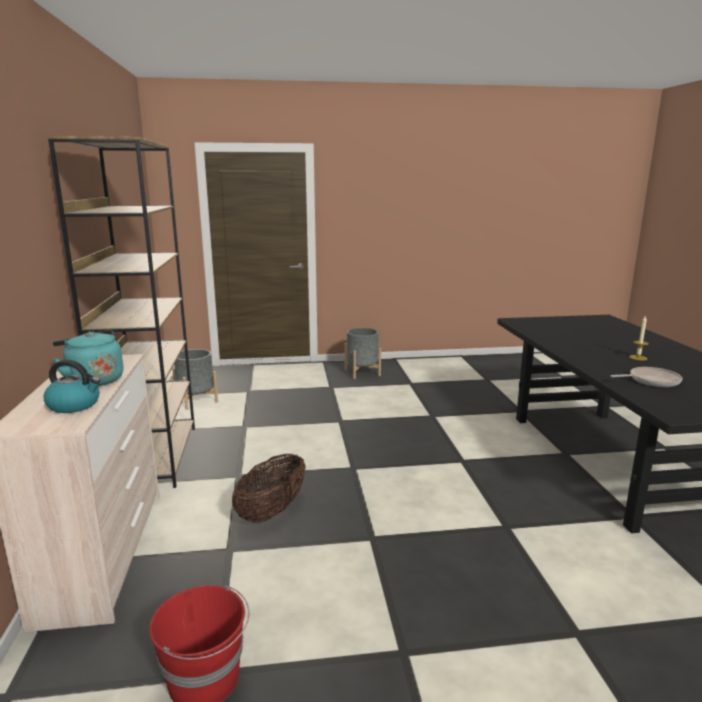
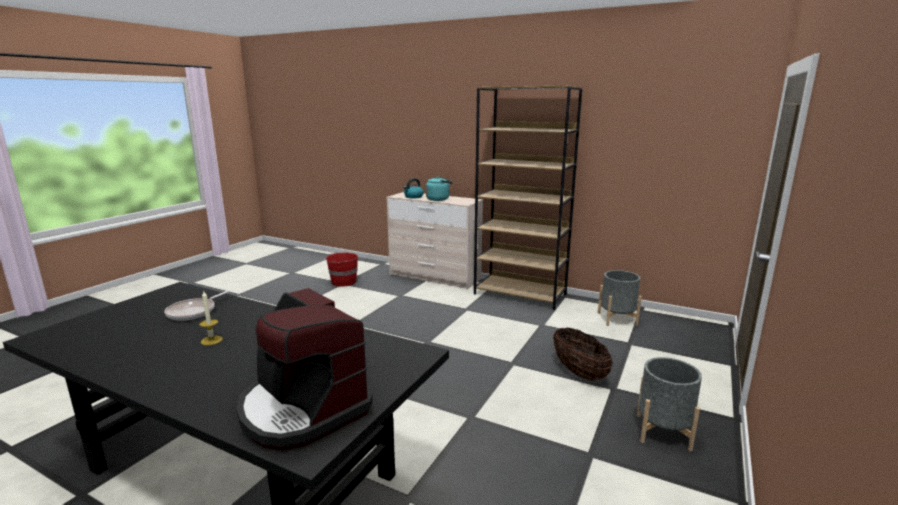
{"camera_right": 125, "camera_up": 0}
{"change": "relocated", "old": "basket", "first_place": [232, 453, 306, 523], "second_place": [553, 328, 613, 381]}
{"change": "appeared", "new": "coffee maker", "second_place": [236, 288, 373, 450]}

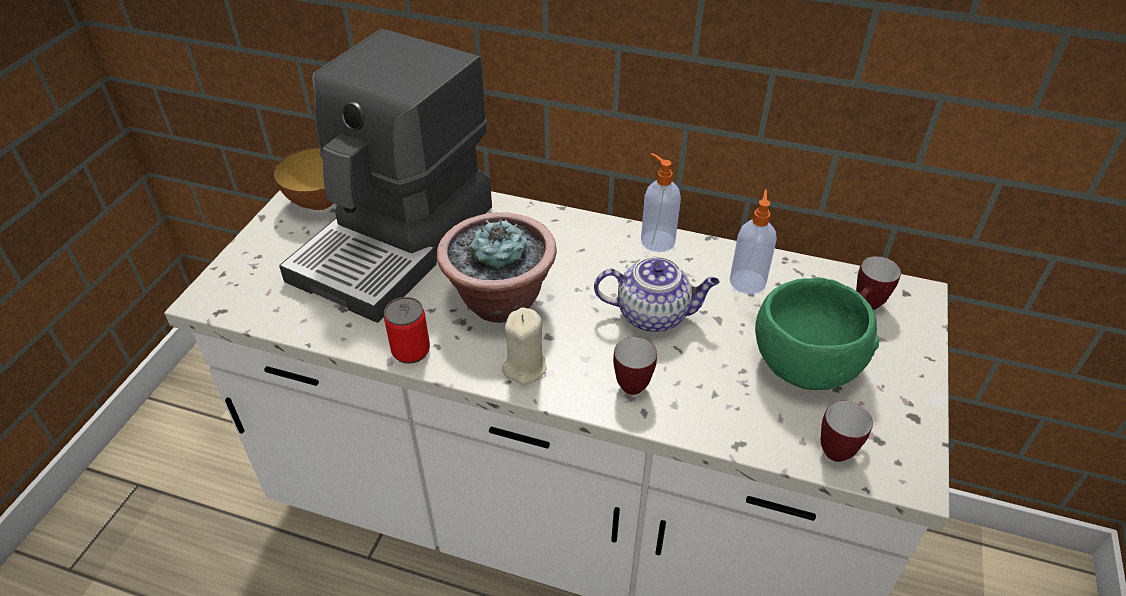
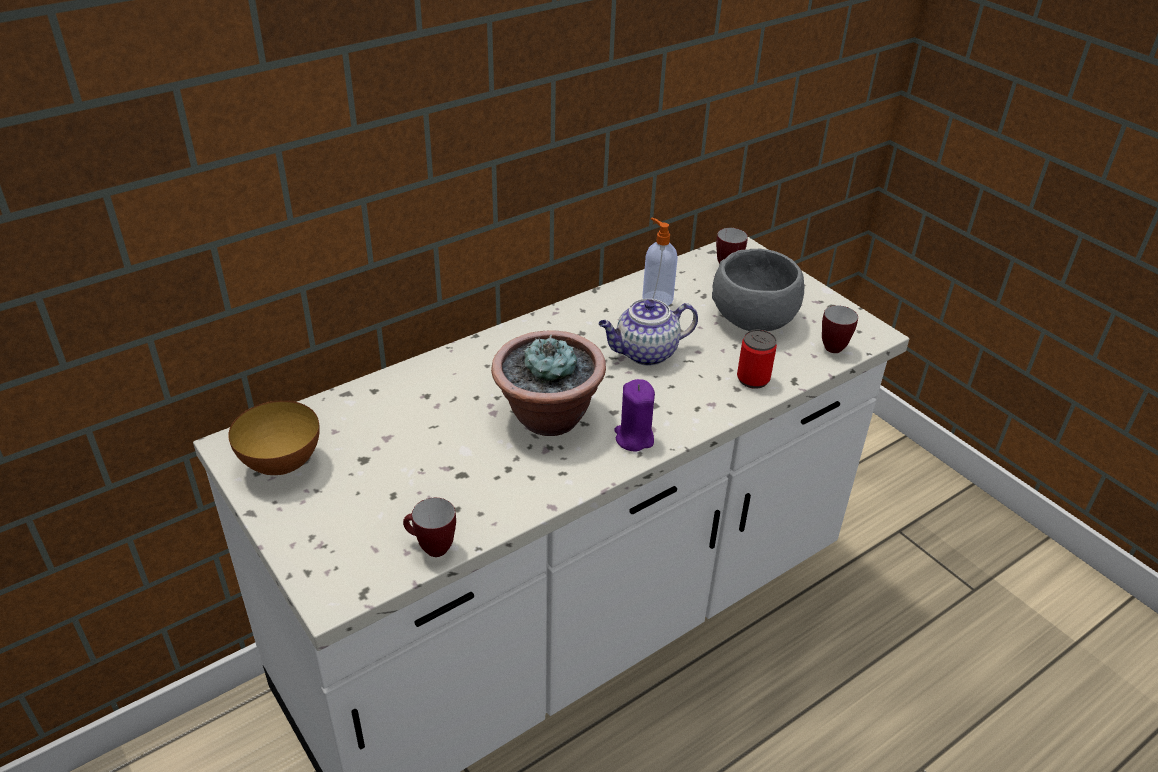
{"camera_right": -55, "camera_up": -5}
{"change": "missing", "old": "coffee maker", "first_place": [279, 29, 492, 323]}
{"change": "relocated", "old": "metal can", "first_place": [384, 297, 430, 364], "second_place": [737, 330, 777, 389]}
{"change": "colour", "old": "beige wax light", "new": "purplish wax light", "first_place": [502, 307, 547, 385], "second_place": [614, 379, 655, 452]}
{"change": "spun", "old": "teapot", "first_place": [594, 257, 720, 332], "second_place": [598, 299, 698, 366], "degrees": -150}
{"change": "relocated", "old": "coffee mug", "first_place": [613, 337, 657, 395], "second_place": [403, 498, 456, 557]}
{"change": "missing", "old": "soap dispenser", "first_place": [641, 153, 681, 252]}
{"change": "colour", "old": "greenish serving bowl", "new": "gray serving bowl", "first_place": [755, 277, 880, 390], "second_place": [712, 248, 805, 331]}

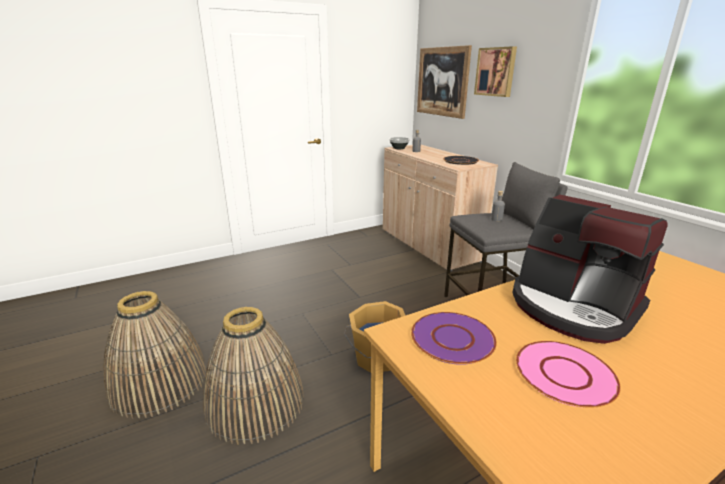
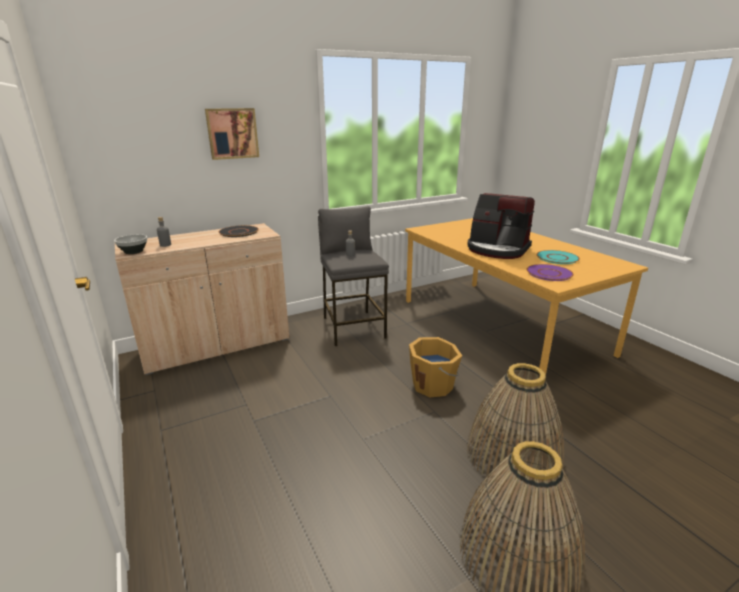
{"camera_right": -90, "camera_up": 0}
{"change": "missing", "old": "wall art", "first_place": [417, 45, 472, 119]}
{"change": "spun", "old": "coffee maker", "first_place": [513, 195, 668, 344], "second_place": [468, 193, 535, 259], "degrees": 75}
{"change": "colour", "old": "pink-coloured dinner plate", "new": "turquoise dinner plate", "first_place": [516, 341, 621, 408], "second_place": [536, 250, 580, 264]}

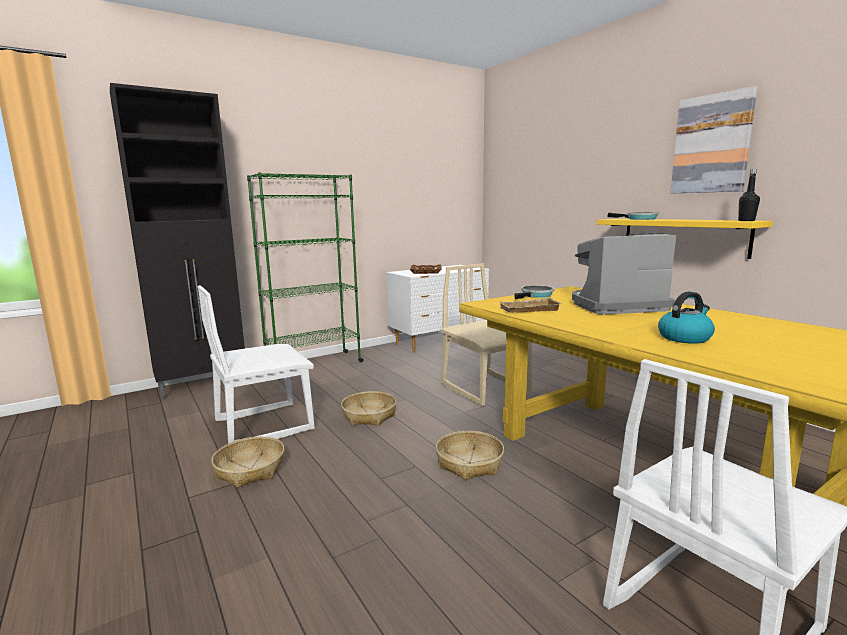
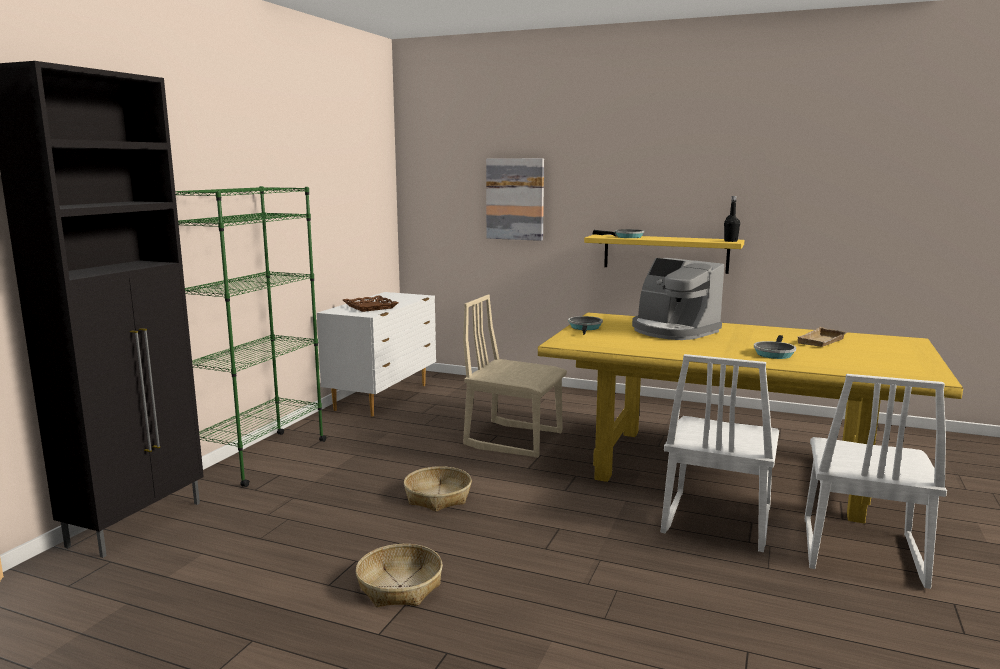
{"camera_right": -35, "camera_up": 0}
{"change": "relocated", "old": "white upright chair", "first_place": [198, 285, 315, 444], "second_place": [661, 354, 779, 552]}
{"change": "missing", "old": "basket", "first_place": [436, 431, 504, 480]}
{"change": "relocated", "old": "beige carrying tray", "first_place": [499, 297, 562, 313], "second_place": [796, 327, 848, 347]}
{"change": "spun", "old": "coffee maker", "first_place": [572, 233, 676, 315], "second_place": [632, 258, 724, 340], "degrees": -90}
{"change": "exchanged", "old": "kettle", "new": "pan", "first_place": [658, 292, 715, 344], "second_place": [754, 335, 796, 359]}
{"change": "relocated", "old": "wall art", "first_place": [670, 86, 757, 194], "second_place": [486, 158, 544, 241]}

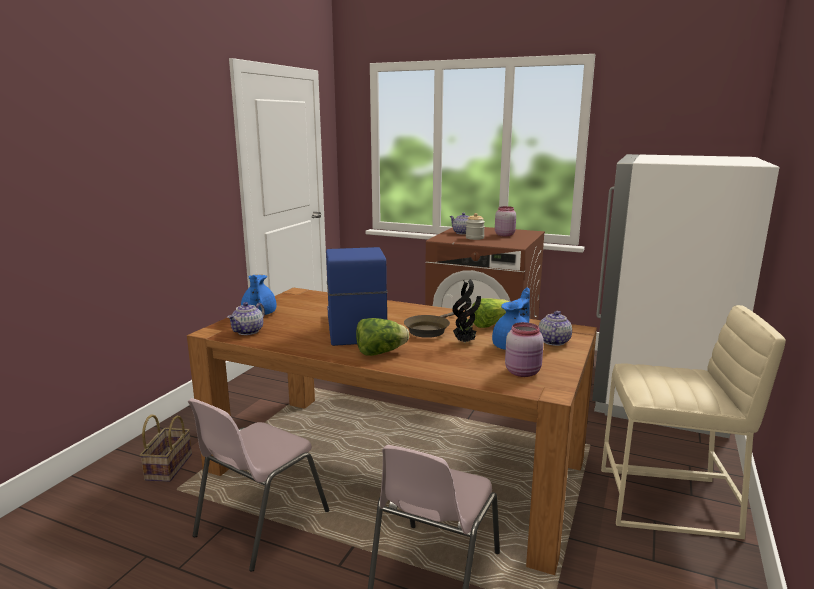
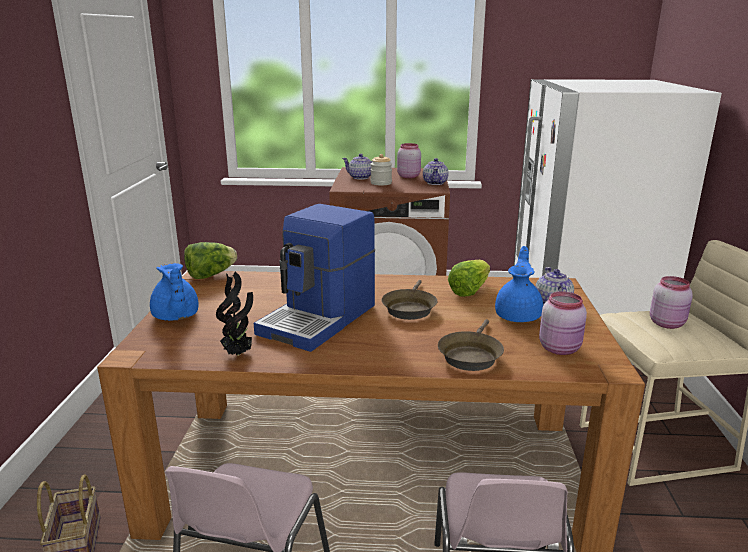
{"camera_right": -20, "camera_up": 5}
{"change": "relocated", "old": "teapot", "first_place": [227, 302, 265, 335], "second_place": [423, 158, 449, 185]}
{"change": "spun", "old": "coffee maker", "first_place": [326, 247, 388, 346], "second_place": [254, 204, 375, 352], "degrees": -120}
{"change": "relocated", "old": "lettuce head", "first_place": [356, 318, 409, 356], "second_place": [184, 242, 237, 279]}
{"change": "relocated", "old": "potted plant", "first_place": [453, 279, 481, 343], "second_place": [216, 271, 253, 356]}
{"change": "appeared", "new": "brown pan", "second_place": [438, 319, 504, 371]}
{"change": "appeared", "new": "pink-coloured jar", "second_place": [650, 276, 693, 329]}

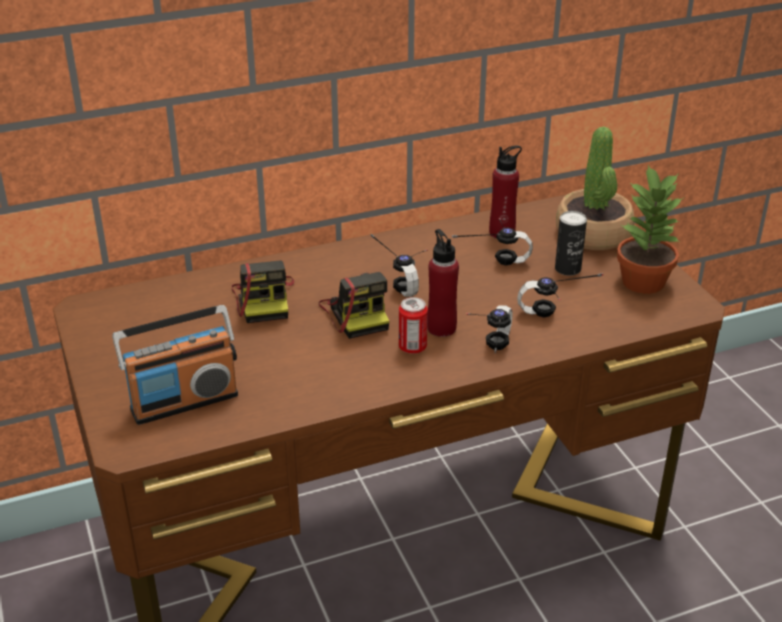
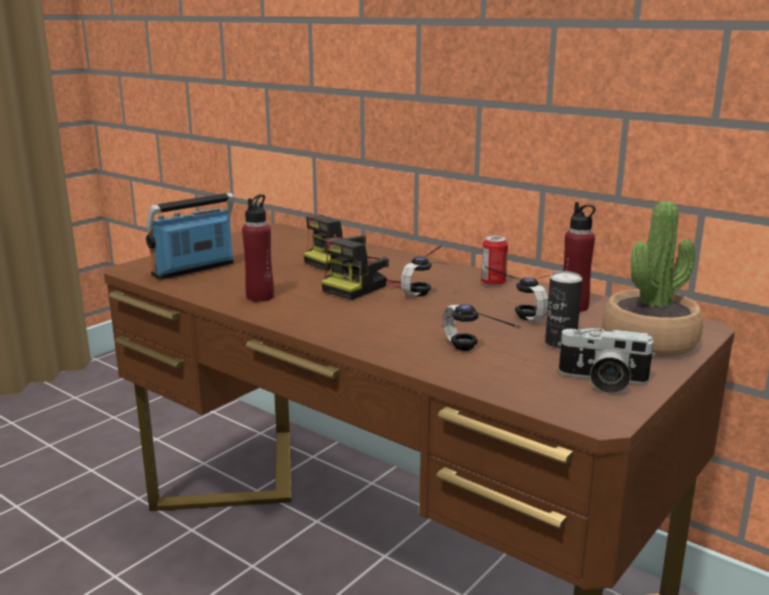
{"camera_right": 60, "camera_up": -15}
{"change": "spun", "old": "radio set", "first_place": [112, 305, 238, 425], "second_place": [146, 193, 235, 280], "degrees": 105}
{"change": "relocated", "old": "metal can", "first_place": [399, 297, 428, 354], "second_place": [481, 236, 508, 286]}
{"change": "relocated", "old": "red bottle", "first_place": [427, 229, 459, 337], "second_place": [242, 194, 274, 302]}
{"change": "missing", "old": "pair of headphones", "first_place": [466, 305, 513, 354]}
{"change": "exchanged", "old": "potted plant", "new": "still camera", "first_place": [617, 165, 683, 294], "second_place": [557, 328, 656, 393]}

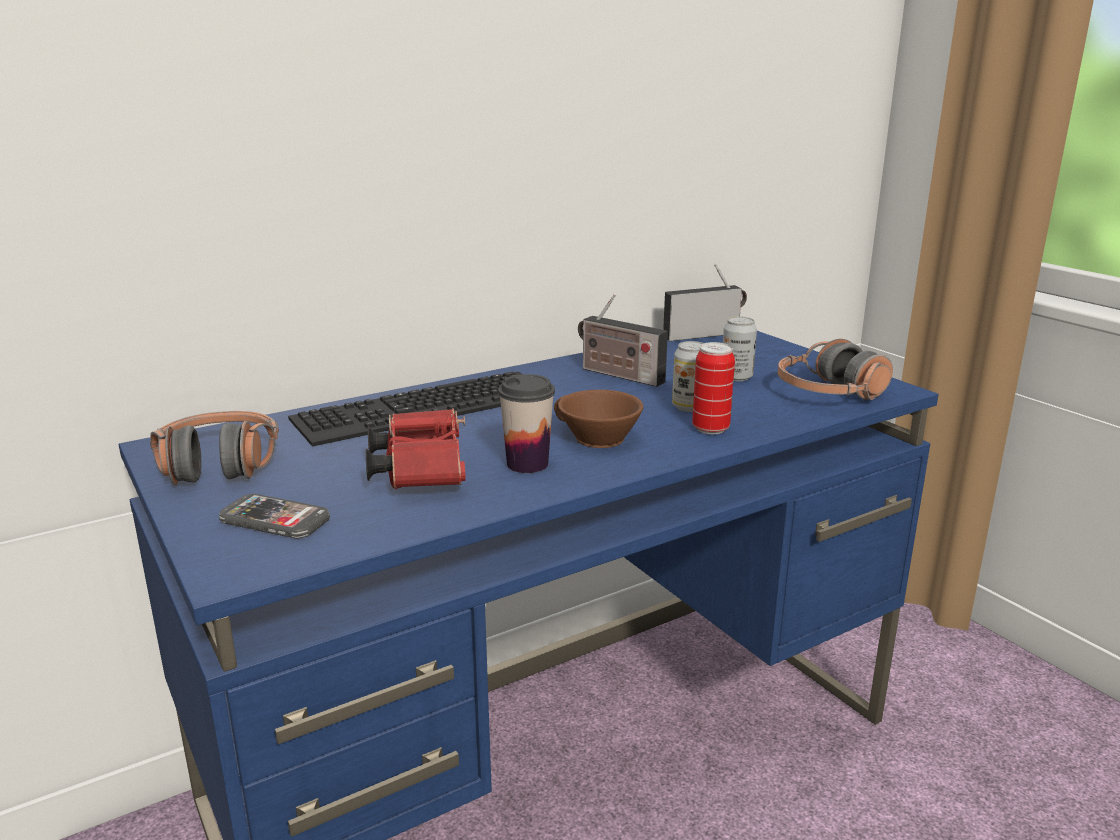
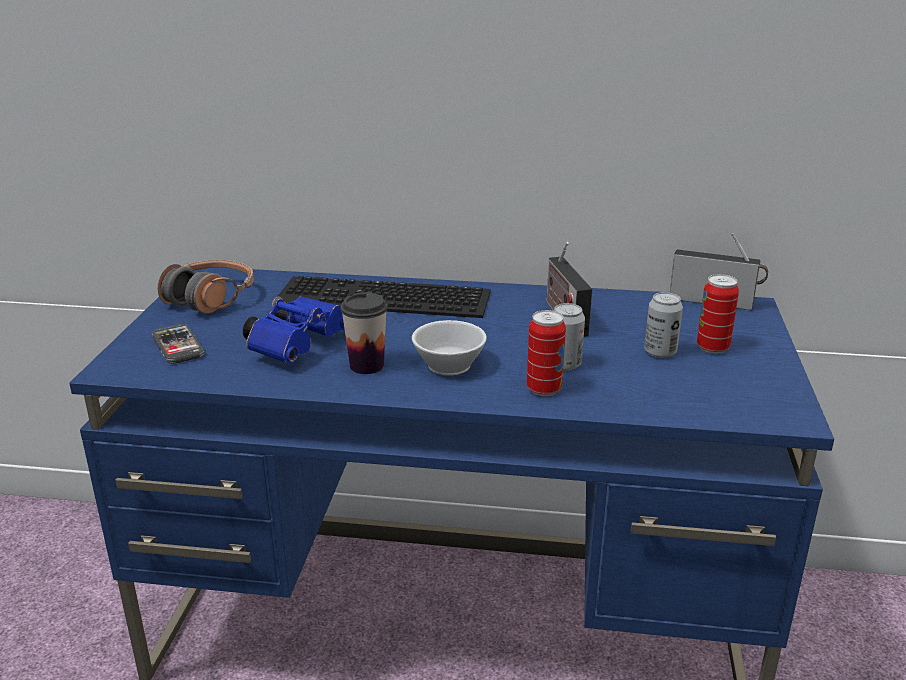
{"camera_right": 40, "camera_up": 5}
{"change": "colour", "old": "red field glasses", "new": "blue-coloured field glasses", "first_place": [366, 408, 466, 489], "second_place": [243, 296, 345, 364]}
{"change": "colour", "old": "brown drinking cup", "new": "white drinking cup", "first_place": [554, 390, 643, 448], "second_place": [412, 320, 487, 376]}
{"change": "missing", "old": "pair of headphones", "first_place": [778, 339, 893, 400]}
{"change": "appeared", "new": "metal can", "second_place": [697, 274, 739, 354]}

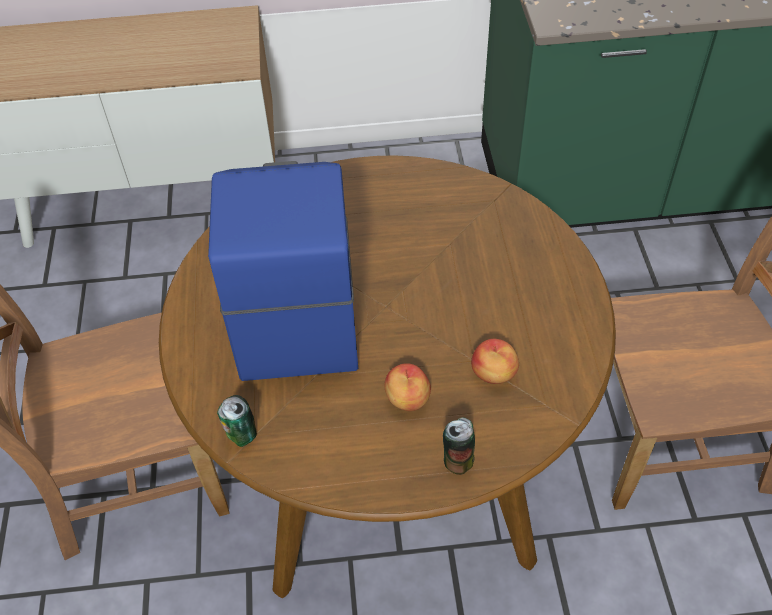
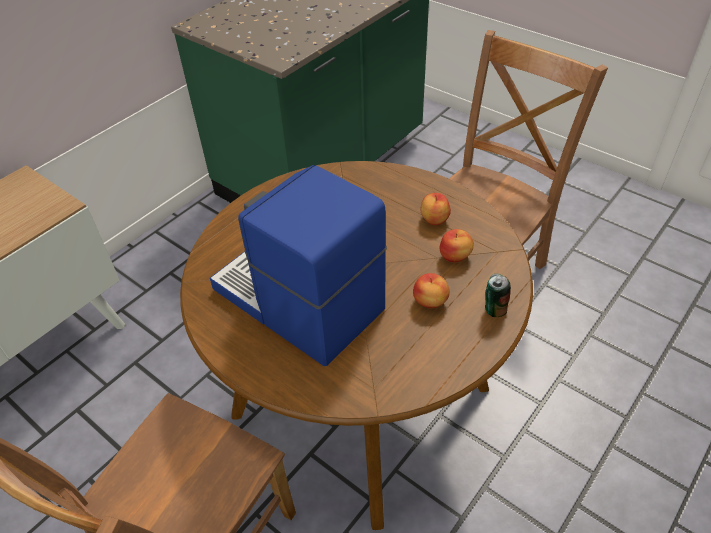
{"camera_right": -45, "camera_up": -5}
{"change": "missing", "old": "metal can", "first_place": [217, 395, 257, 447]}
{"change": "appeared", "new": "whole apple", "second_place": [421, 193, 451, 225]}

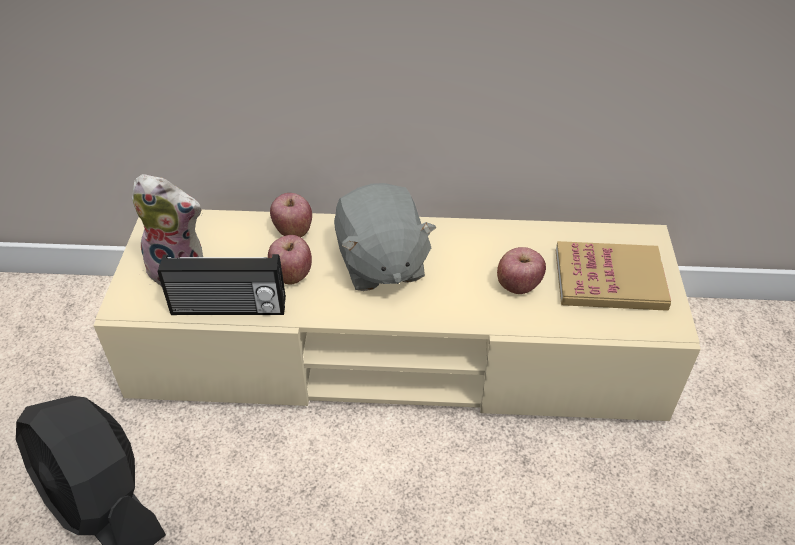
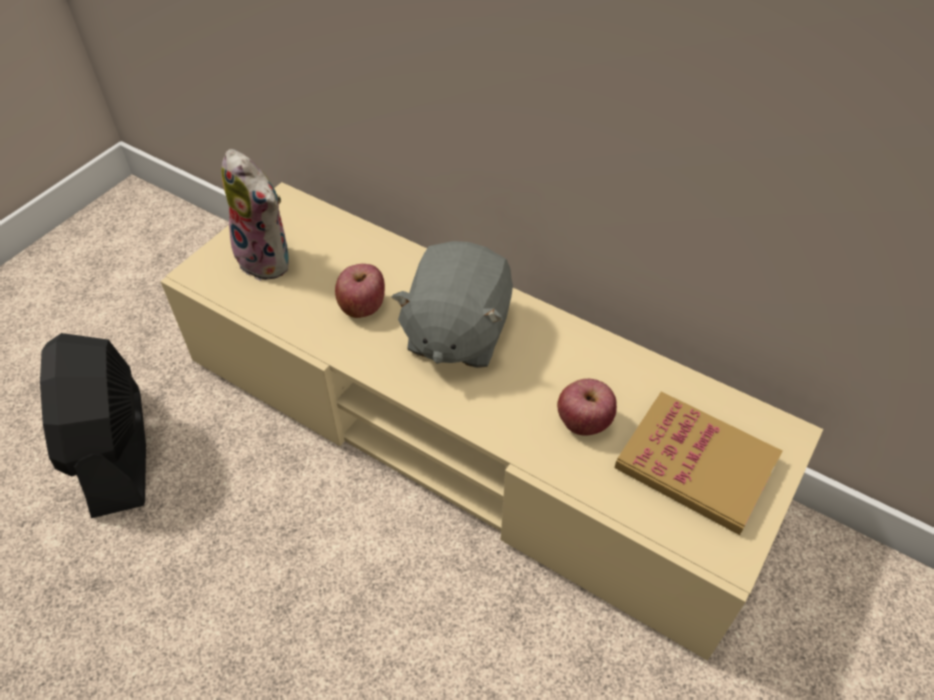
{"camera_right": 30, "camera_up": 5}
{"change": "missing", "old": "radio set", "first_place": [158, 254, 286, 315]}
{"change": "missing", "old": "whole apple", "first_place": [270, 193, 312, 237]}

